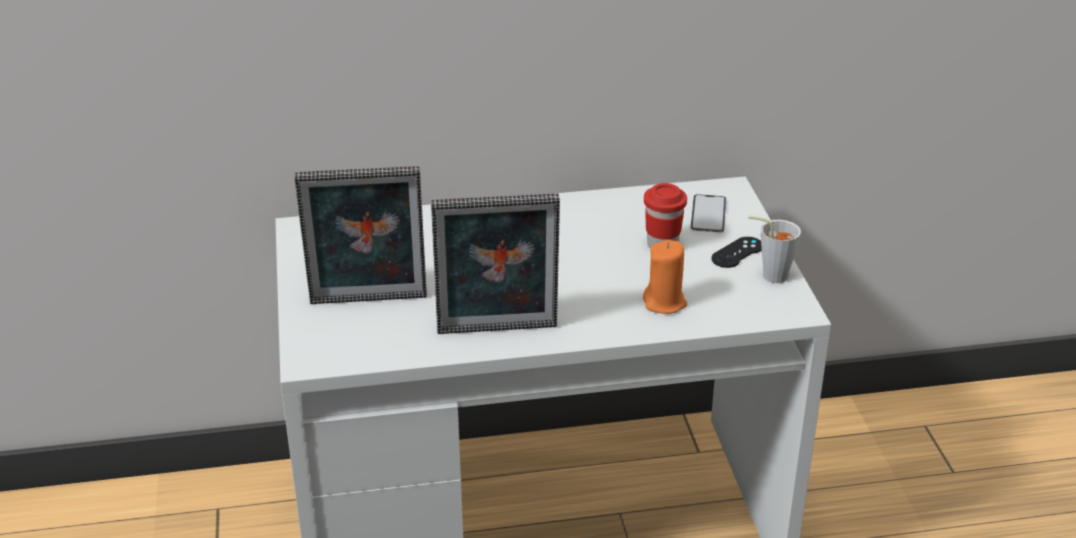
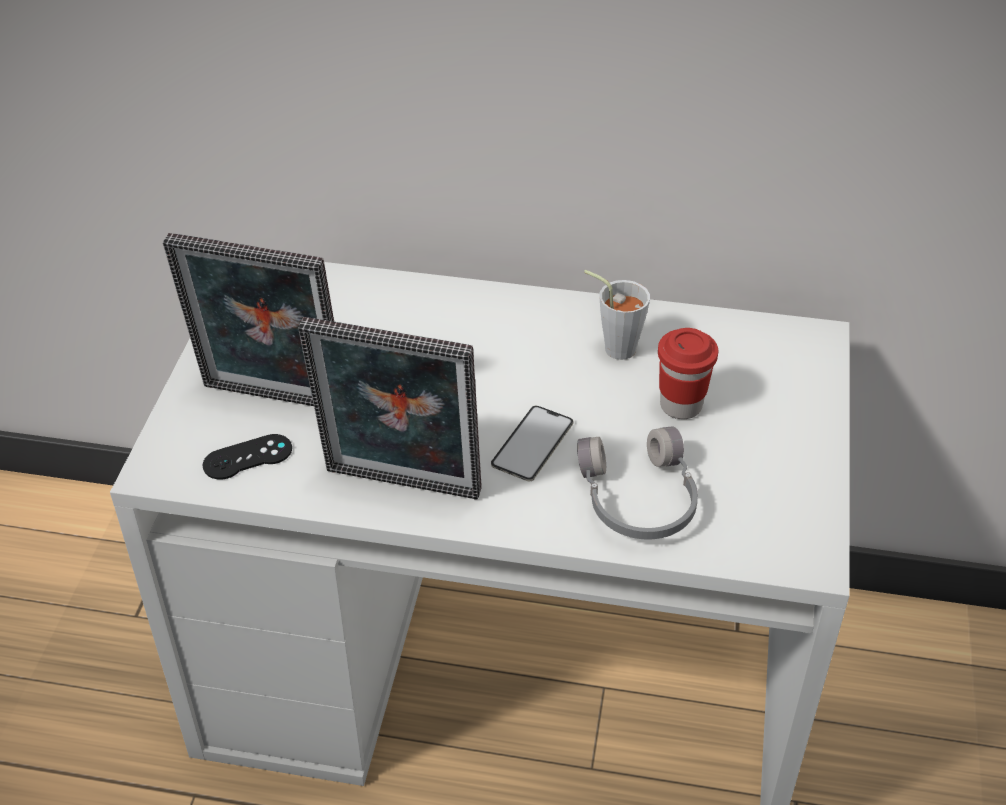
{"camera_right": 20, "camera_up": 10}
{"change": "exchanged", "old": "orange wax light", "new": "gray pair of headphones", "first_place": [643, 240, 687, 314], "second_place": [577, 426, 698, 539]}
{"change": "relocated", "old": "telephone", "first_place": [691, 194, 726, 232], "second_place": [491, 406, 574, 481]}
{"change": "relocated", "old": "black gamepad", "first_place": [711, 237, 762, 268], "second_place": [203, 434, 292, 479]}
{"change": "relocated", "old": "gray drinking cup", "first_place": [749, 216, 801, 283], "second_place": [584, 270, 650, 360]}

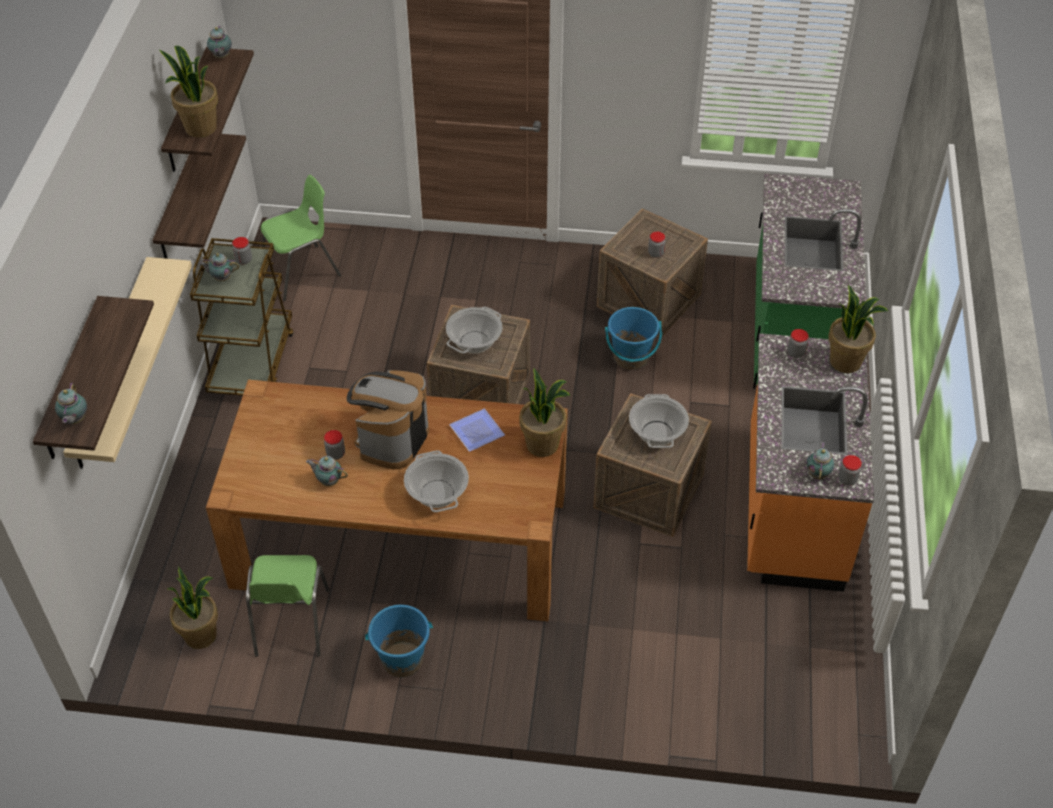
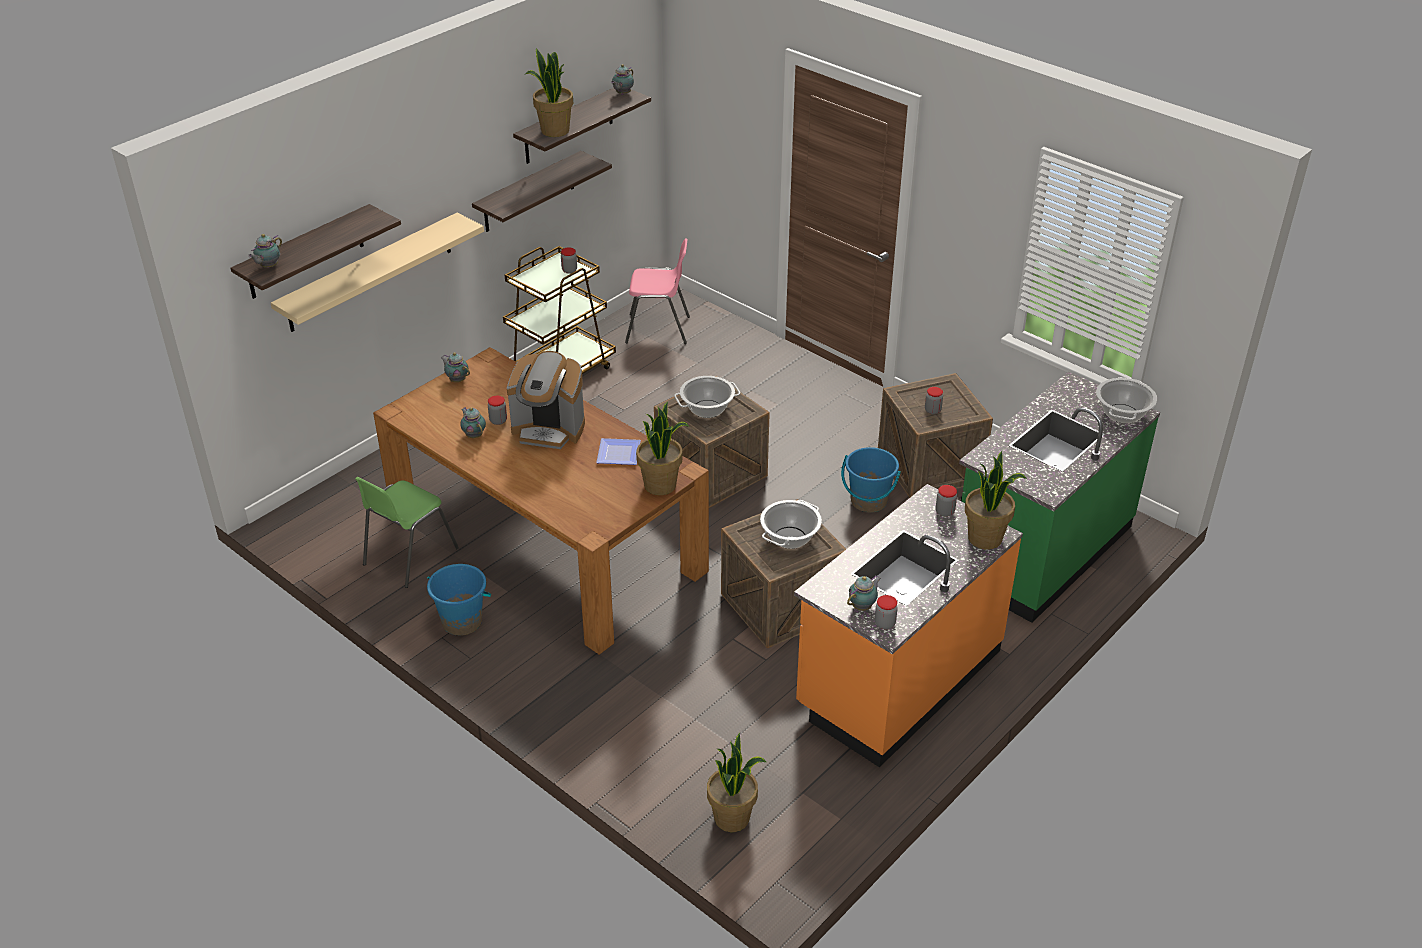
{"camera_right": 35, "camera_up": -10}
{"change": "relocated", "old": "potted plant", "first_place": [168, 567, 218, 649], "second_place": [707, 733, 766, 832]}
{"change": "relocated", "old": "teapot", "first_place": [199, 253, 239, 281], "second_place": [440, 352, 470, 382]}
{"change": "colour", "old": "greenish upright chair", "new": "pink-coloured upright chair", "first_place": [261, 175, 341, 301], "second_place": [625, 238, 690, 344]}
{"change": "spun", "old": "coffee maker", "first_place": [347, 370, 429, 469], "second_place": [507, 351, 585, 449], "degrees": -135}
{"change": "relocated", "old": "saucepot", "first_place": [404, 450, 469, 512], "second_place": [1096, 377, 1157, 424]}

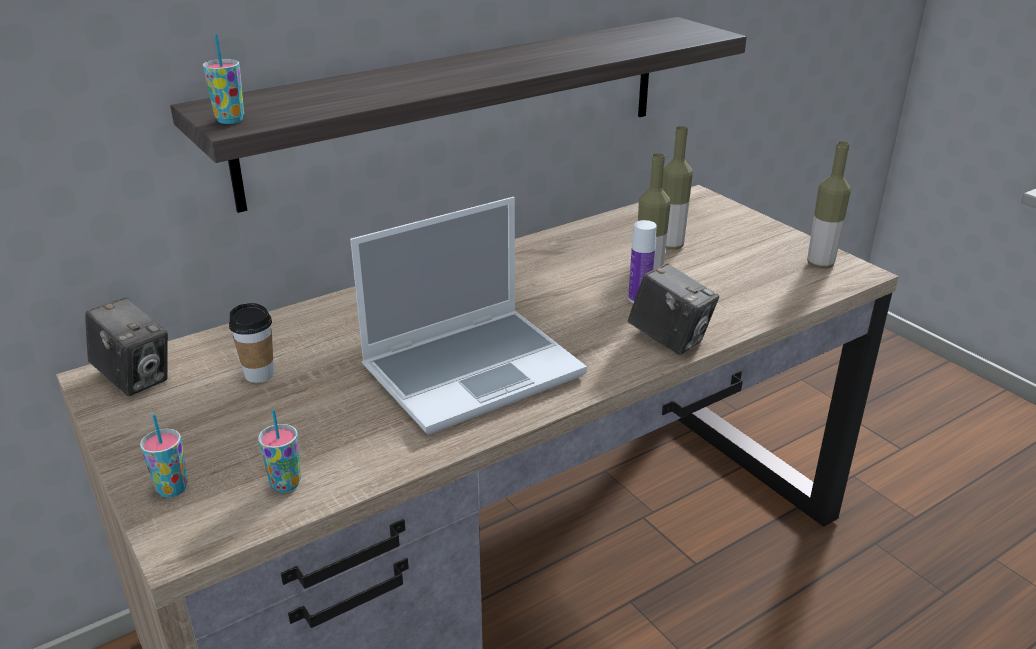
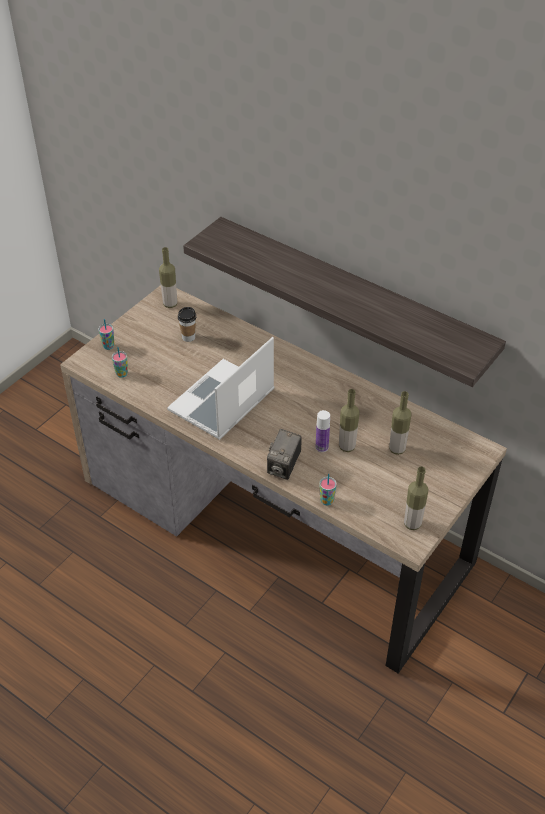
{"camera_right": 70, "camera_up": 15}
{"change": "exchanged", "old": "still camera", "new": "bottle", "first_place": [85, 298, 168, 396], "second_place": [159, 247, 177, 308]}
{"change": "relocated", "old": "drinking cup", "first_place": [202, 34, 244, 124], "second_place": [319, 474, 337, 505]}
{"change": "spun", "old": "portable computer", "first_place": [350, 197, 587, 434], "second_place": [167, 337, 274, 440], "degrees": 90}

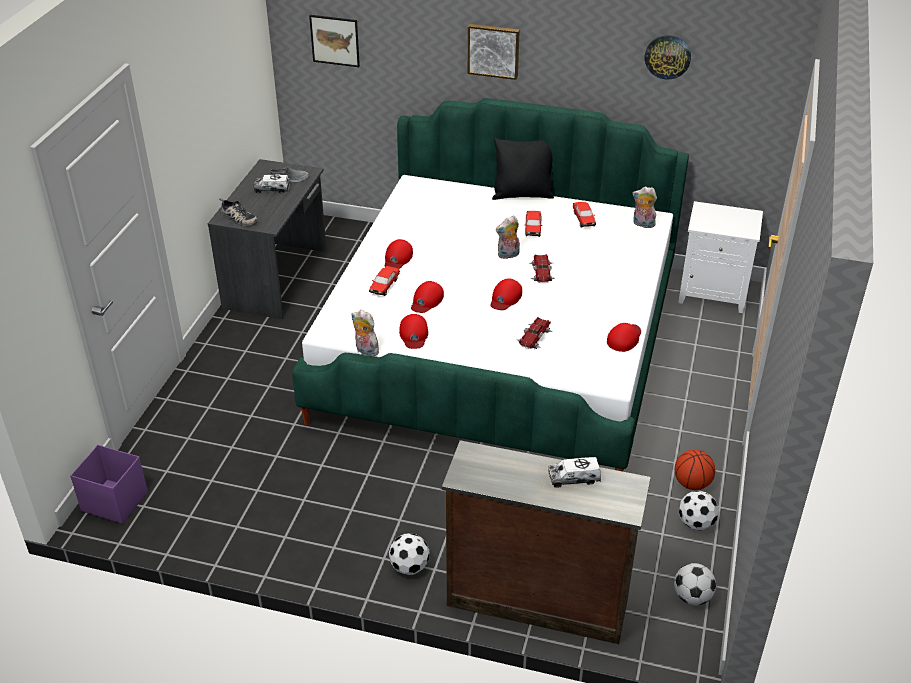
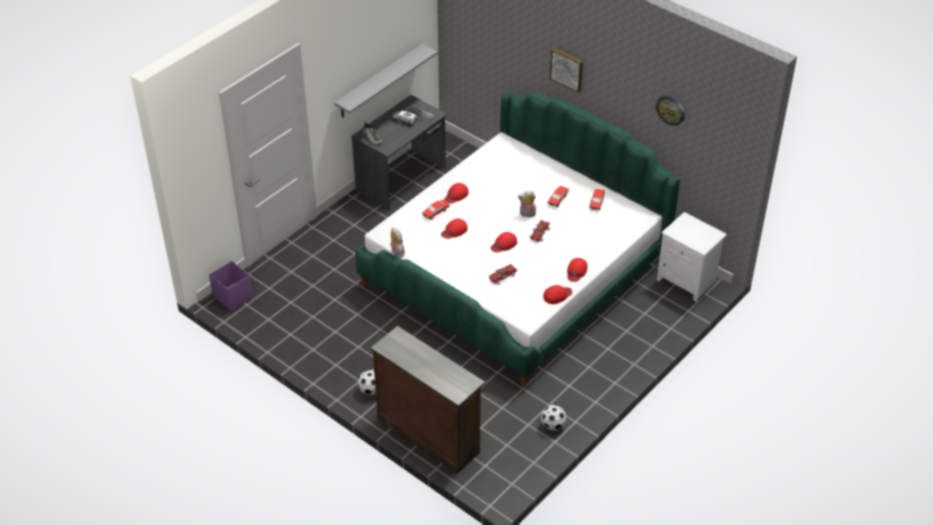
{"camera_right": 25, "camera_up": 5}
{"change": "missing", "old": "wall art", "first_place": [309, 15, 360, 67]}
{"change": "relocated", "old": "red baseball cap", "first_place": [399, 314, 428, 349], "second_place": [567, 258, 587, 282]}
{"change": "missing", "old": "black pillow", "first_place": [492, 138, 554, 200]}
{"change": "missing", "old": "toy truck", "first_place": [548, 457, 601, 488]}
{"change": "missing", "old": "plush toy", "first_place": [633, 186, 657, 228]}
{"change": "missing", "old": "football ball", "first_place": [674, 563, 716, 605]}
{"change": "missing", "old": "ball for basketball", "first_place": [675, 450, 715, 490]}
{"change": "appeared", "new": "gray wall shelf", "second_place": [334, 44, 438, 118]}

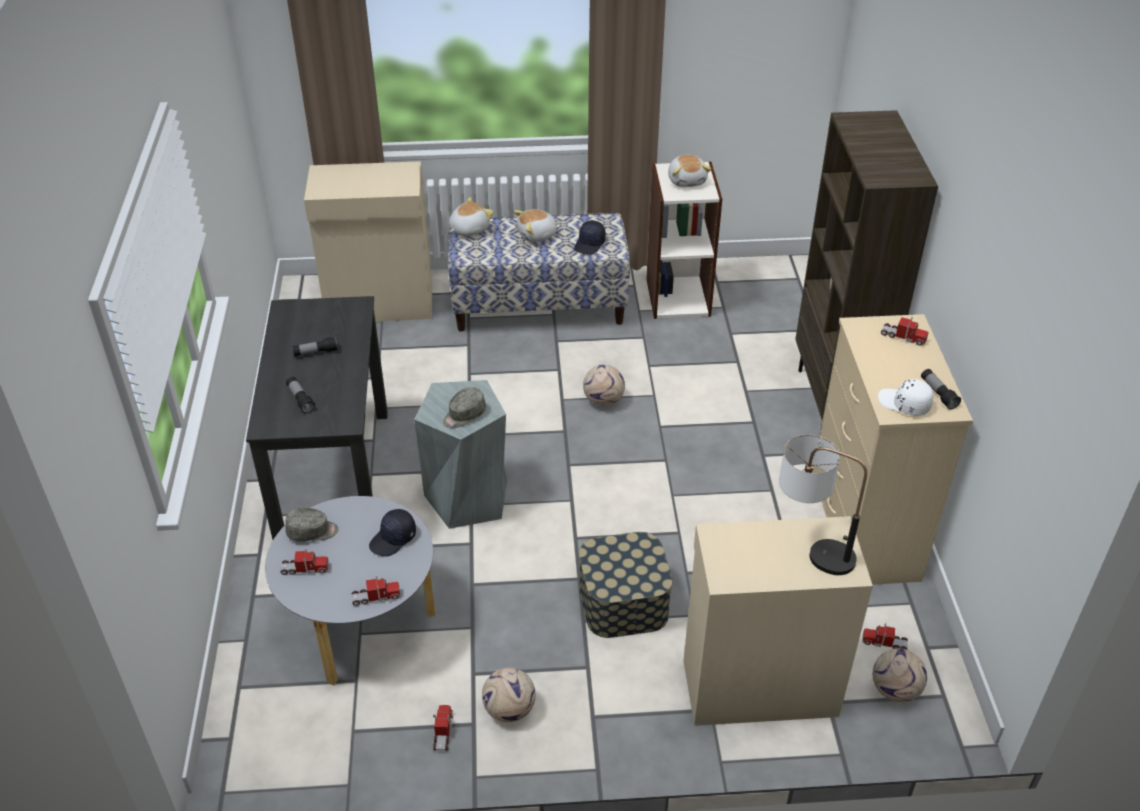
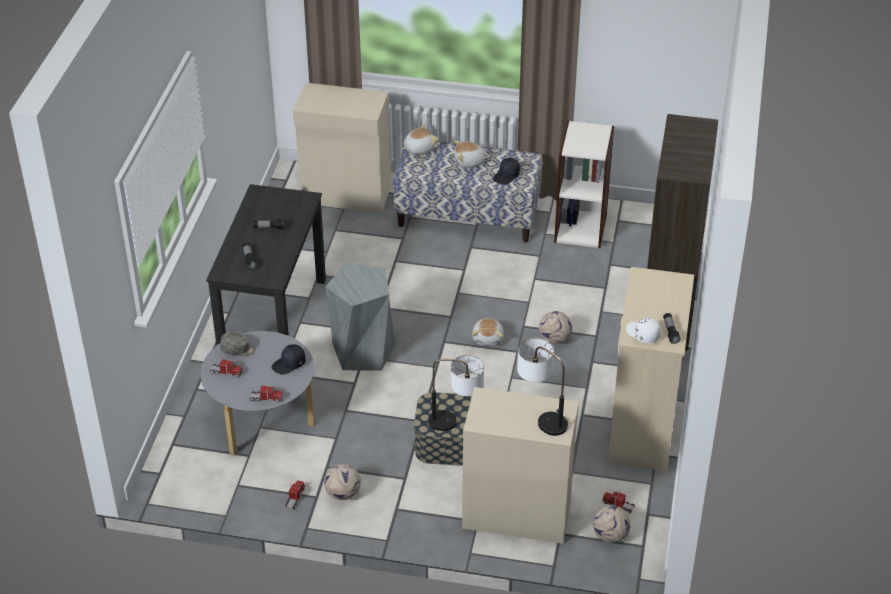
{"camera_right": 15, "camera_up": 0}
{"change": "missing", "old": "gray baseball cap", "first_place": [443, 387, 486, 428]}
{"change": "relocated", "old": "football ball", "first_place": [583, 365, 625, 406], "second_place": [539, 311, 572, 344]}
{"change": "relocated", "old": "plush toy", "first_place": [668, 155, 711, 187], "second_place": [472, 318, 504, 346]}
{"change": "missing", "old": "toy truck", "first_place": [881, 317, 929, 346]}
{"change": "appeared", "new": "table lamp", "second_place": [428, 355, 484, 431]}

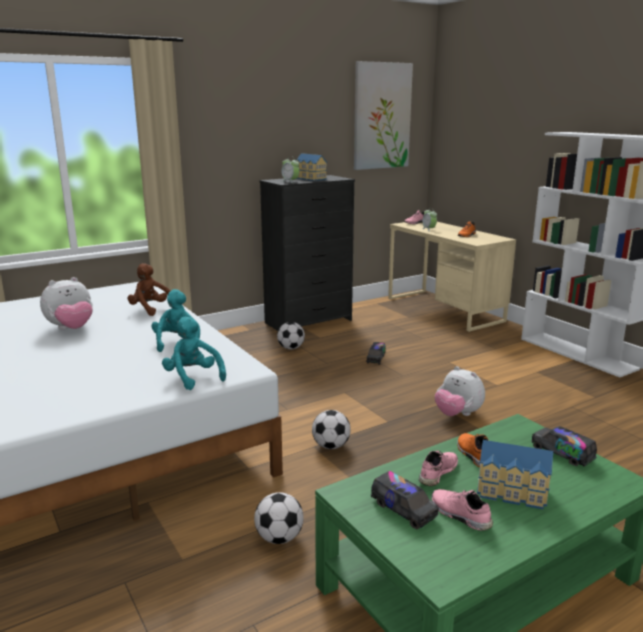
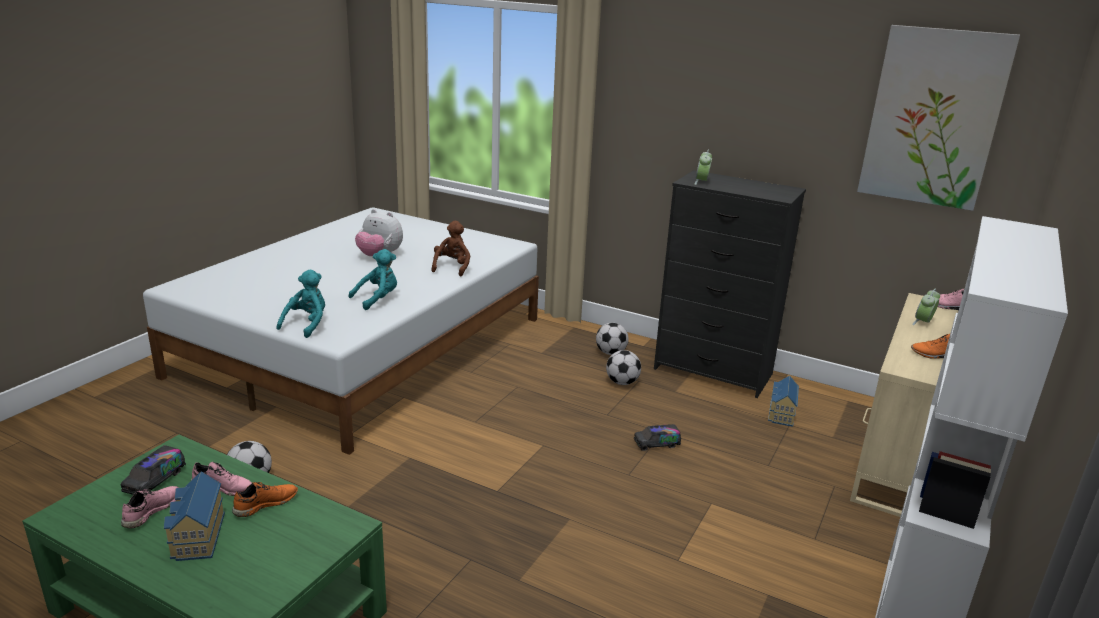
{"camera_right": 60, "camera_up": 5}
{"change": "relocated", "old": "model house", "first_place": [296, 153, 327, 181], "second_place": [768, 376, 799, 427]}
{"change": "relocated", "old": "football ball", "first_place": [312, 410, 351, 449], "second_place": [596, 323, 629, 355]}
{"change": "missing", "old": "plush toy", "first_place": [435, 366, 485, 416]}
{"change": "missing", "old": "toy truck", "first_place": [532, 426, 597, 466]}

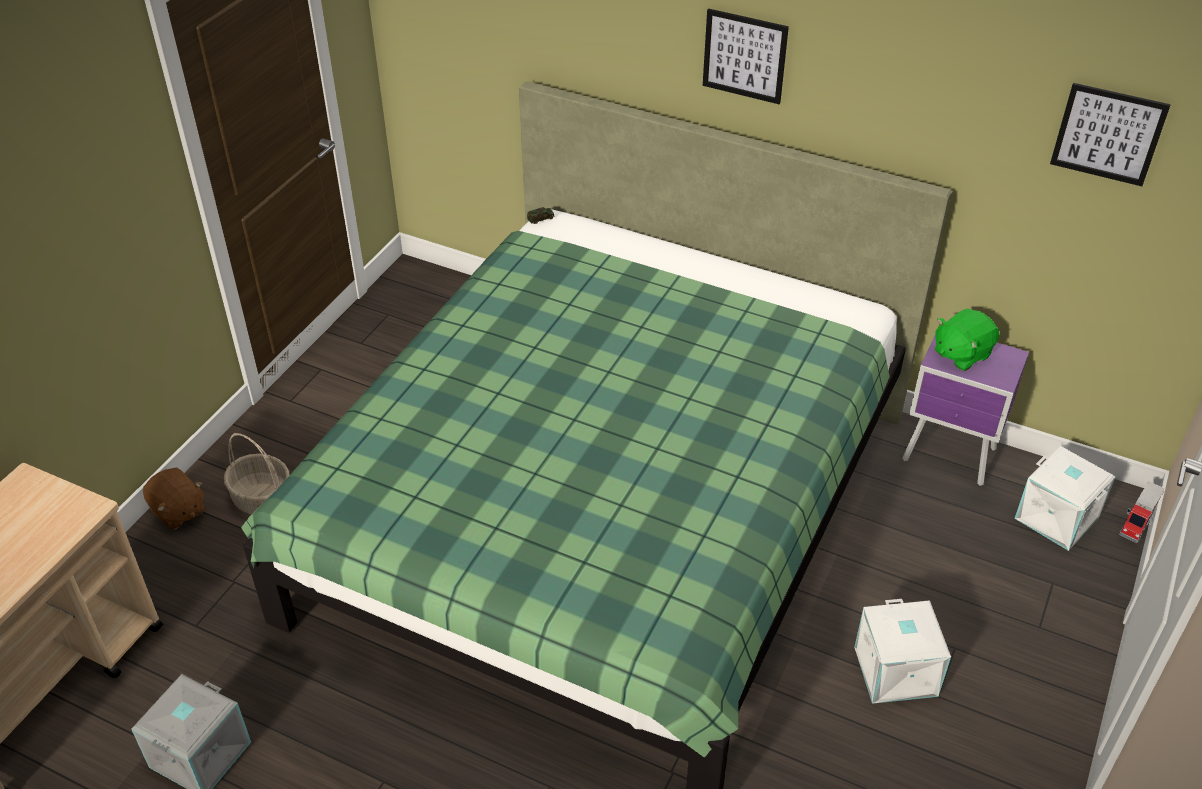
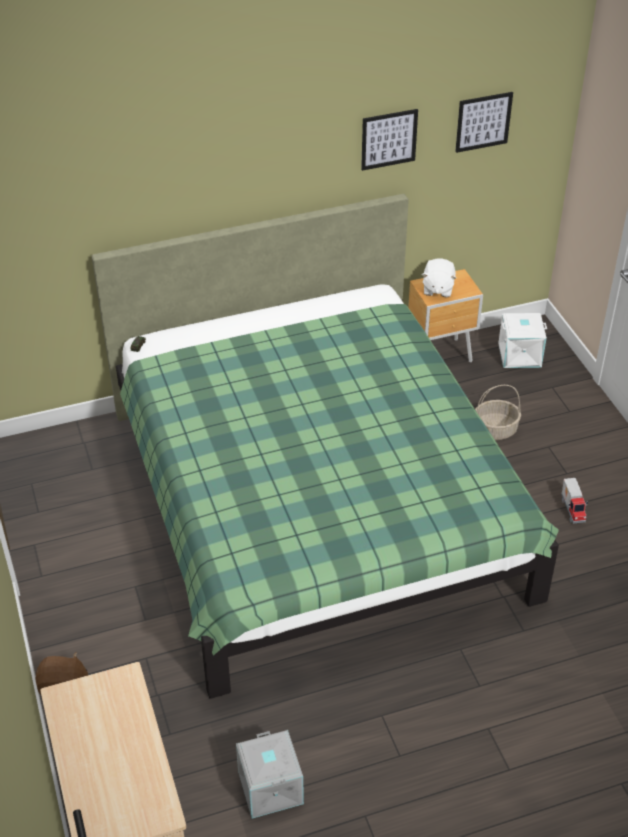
{"camera_right": -45, "camera_up": 0}
{"change": "relocated", "old": "basket", "first_place": [224, 433, 290, 515], "second_place": [475, 385, 521, 440]}
{"change": "relocated", "old": "wall art", "first_place": [703, 8, 789, 104], "second_place": [361, 109, 418, 171]}
{"change": "missing", "old": "white storage container", "first_place": [854, 599, 951, 704]}
{"change": "colour", "old": "purplish night table", "new": "brown night table", "first_place": [902, 336, 1029, 486], "second_place": [408, 269, 483, 362]}
{"change": "colour", "old": "greenish plush toy", "new": "white plush toy", "first_place": [934, 308, 1000, 371], "second_place": [422, 258, 456, 297]}
{"change": "relocated", "old": "toy truck", "first_place": [1119, 481, 1165, 543], "second_place": [562, 478, 588, 523]}

